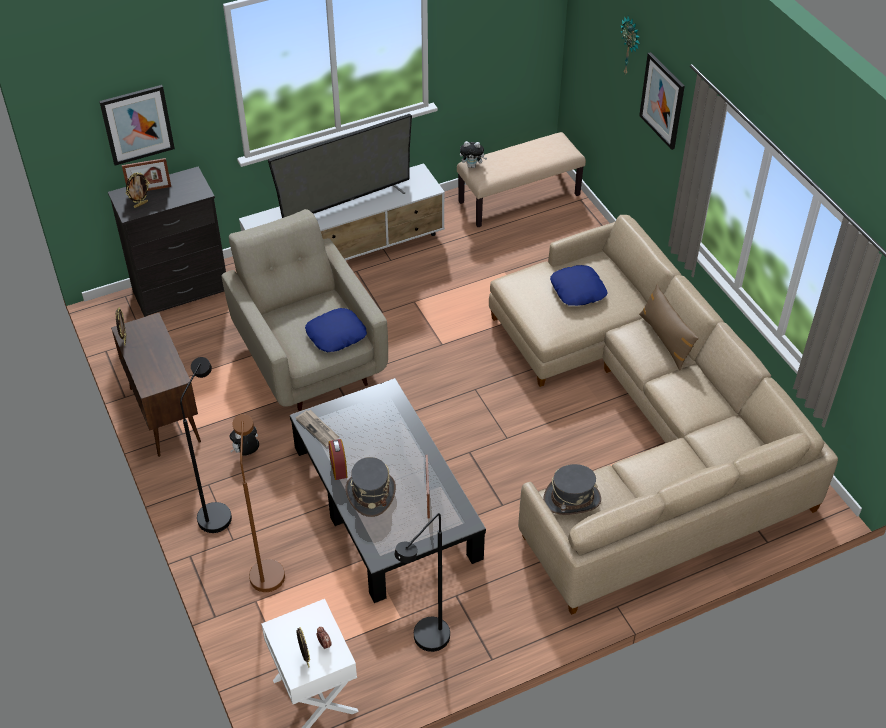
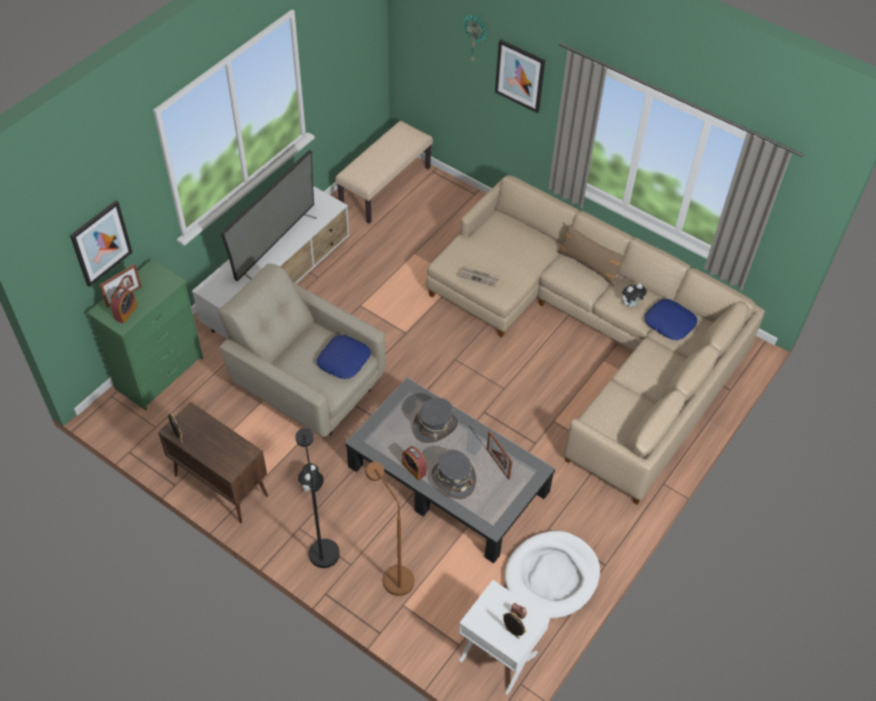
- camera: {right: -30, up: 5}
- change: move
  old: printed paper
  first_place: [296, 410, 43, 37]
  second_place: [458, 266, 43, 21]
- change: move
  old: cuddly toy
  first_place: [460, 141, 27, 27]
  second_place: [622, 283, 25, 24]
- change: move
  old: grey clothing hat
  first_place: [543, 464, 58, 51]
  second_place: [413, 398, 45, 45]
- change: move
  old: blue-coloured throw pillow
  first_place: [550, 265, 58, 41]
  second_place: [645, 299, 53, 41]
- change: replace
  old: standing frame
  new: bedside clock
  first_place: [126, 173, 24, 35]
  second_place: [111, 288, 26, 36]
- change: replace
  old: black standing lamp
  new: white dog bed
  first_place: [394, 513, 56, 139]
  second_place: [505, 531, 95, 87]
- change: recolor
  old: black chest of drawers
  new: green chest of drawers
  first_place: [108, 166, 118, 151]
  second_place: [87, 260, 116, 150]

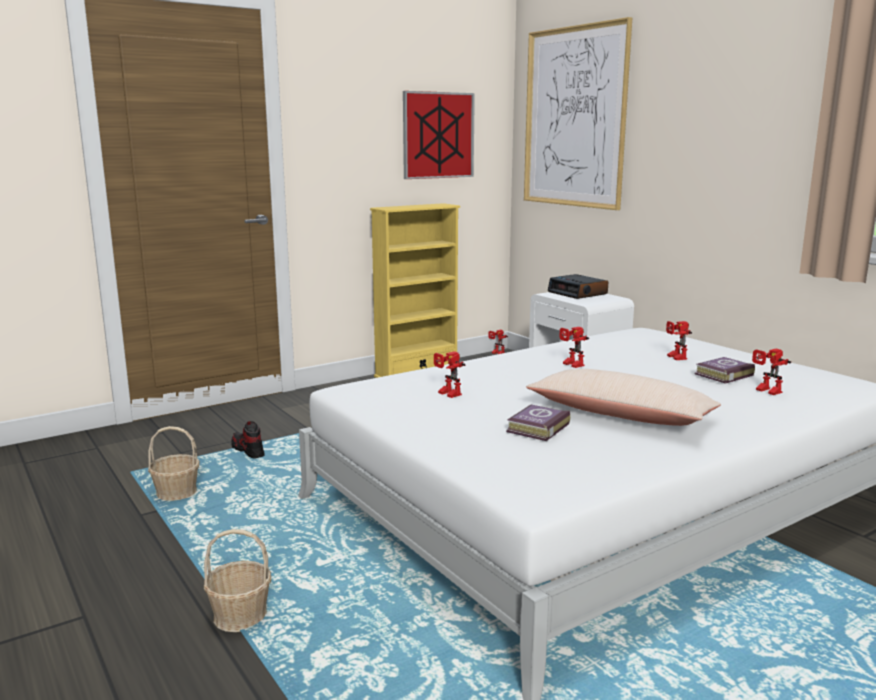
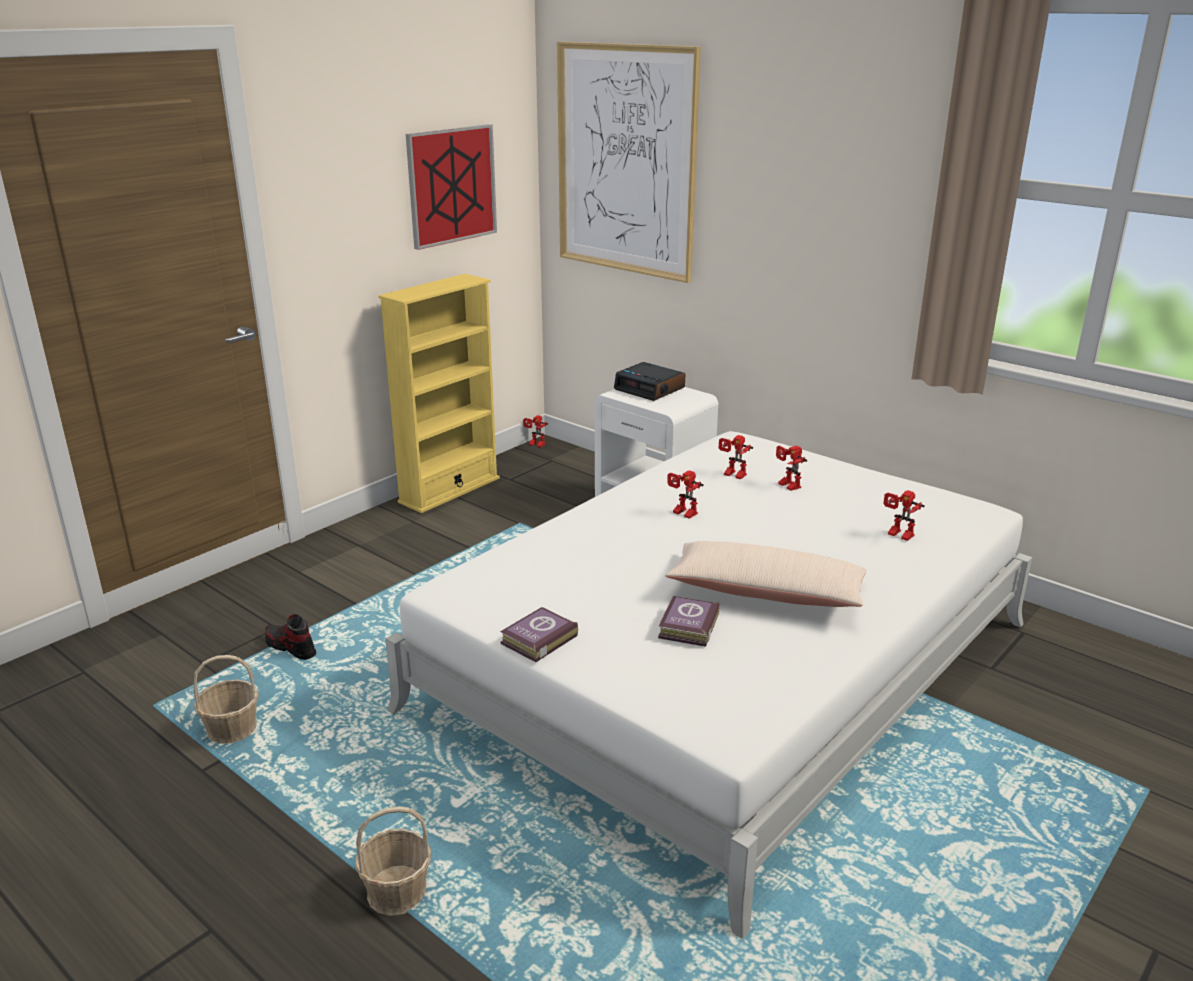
- camera: {right: -15, up: 10}
- change: move
  old: model robot
  first_place: [434, 351, 31, 47]
  second_place: [719, 435, 34, 44]
- change: move
  old: volume
  first_place: [694, 357, 61, 26]
  second_place: [500, 607, 78, 55]

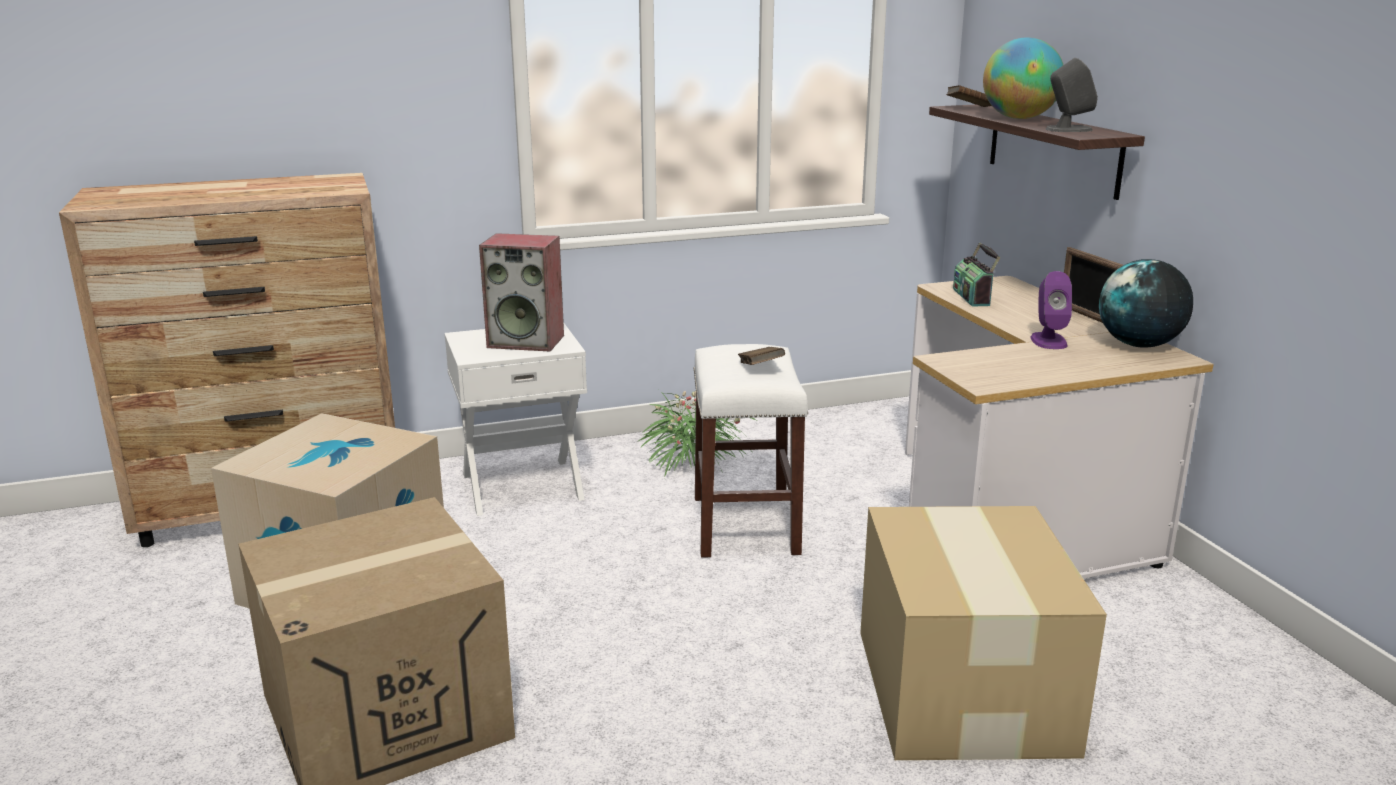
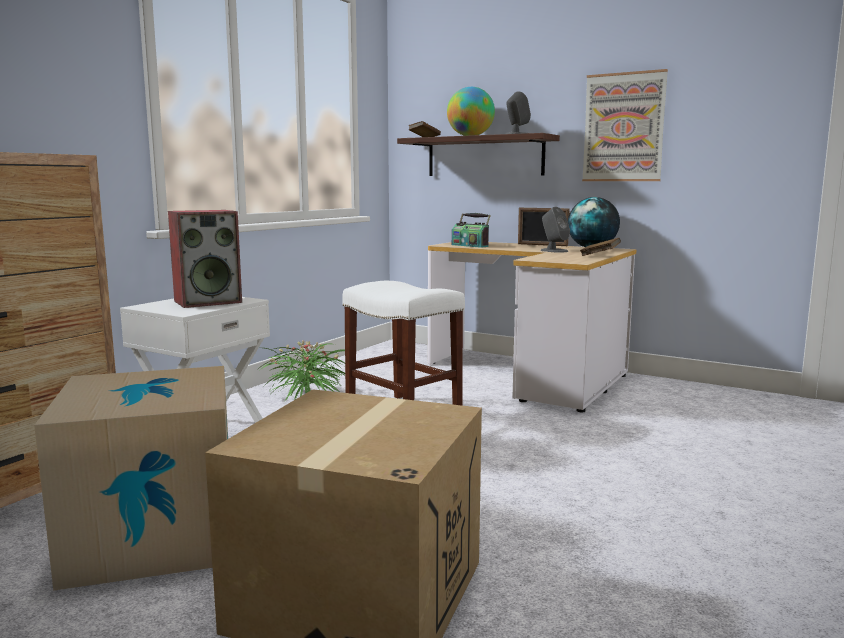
- camera: {right: -40, up: -10}
- change: delete
  old: carton
  first_place: [860, 506, 247, 254]
- change: insert
  new: wall art
  second_place: [582, 69, 86, 112]
- change: move
  old: brownish volume
  first_place: [738, 347, 47, 18]
  second_place: [580, 238, 41, 18]
- change: recolor
  old: purple-coloured loudspeaker
  new: grey loudspeaker
  first_place: [1031, 271, 41, 78]
  second_place: [540, 207, 30, 46]

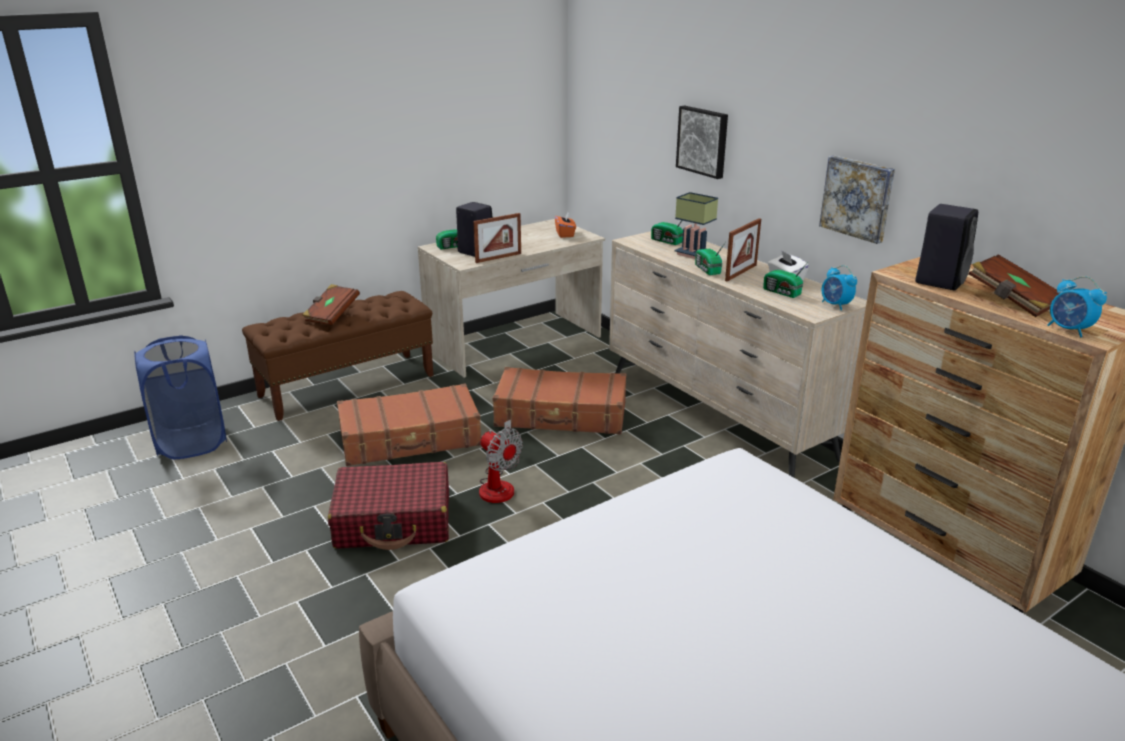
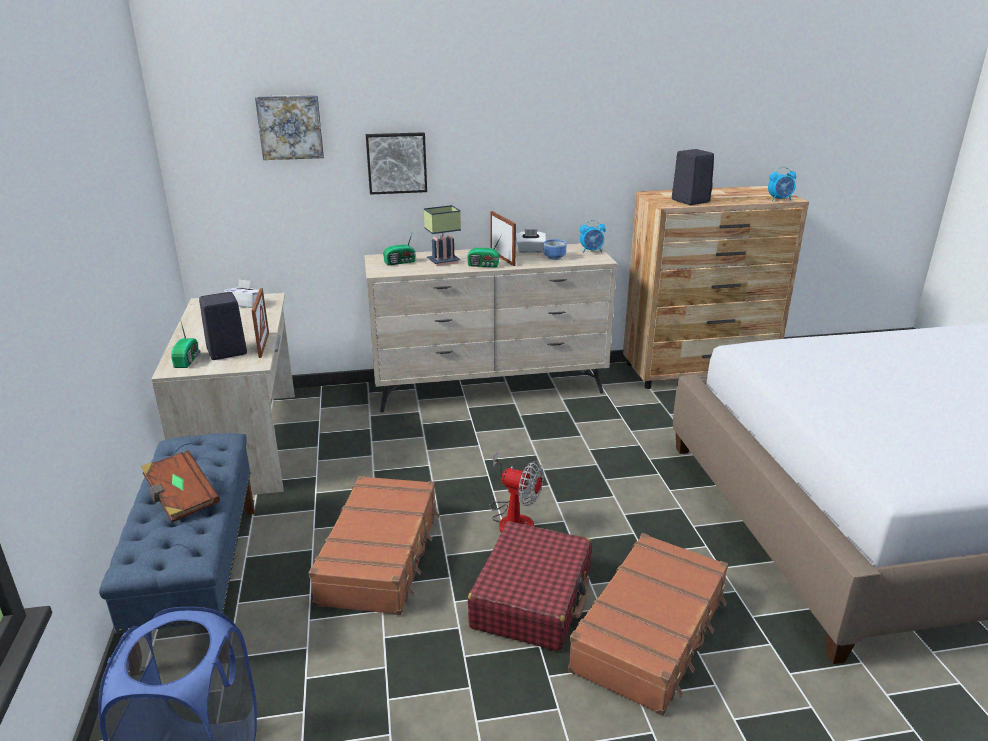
- camera: {right: -65, up: 0}
- change: delete
  old: brownish volume
  first_place: [968, 254, 93, 63]
- change: move
  old: brownish suitcase
  first_place: [493, 367, 133, 67]
  second_place: [568, 533, 160, 183]
- change: move
  old: wall art
  first_place: [819, 155, 76, 89]
  second_place: [255, 95, 69, 65]
- change: replace
  old: radio receiver
  new: deep dish
  first_place: [763, 261, 46, 37]
  second_place: [543, 239, 23, 21]
- change: recolor
  old: brownish long seat
  new: blue-coloured long seat
  first_place: [242, 291, 192, 130]
  second_place: [99, 433, 156, 205]
- change: recolor
  old: orange-coloured box of tissues
  new: white box of tissues
  first_place: [555, 212, 21, 26]
  second_place: [225, 279, 34, 29]
- change: rotate
  old: electric fan
  first_place: [479, 420, 43, 83]
  second_place: [489, 452, 55, 80]
  degrees: 45

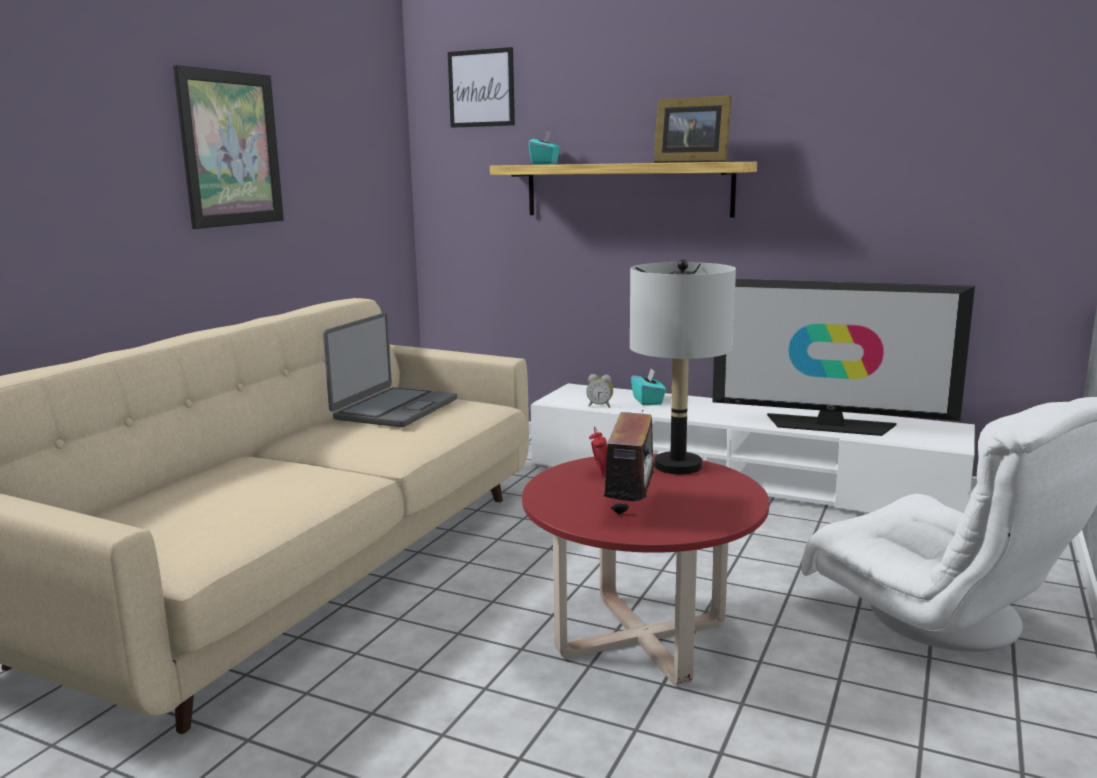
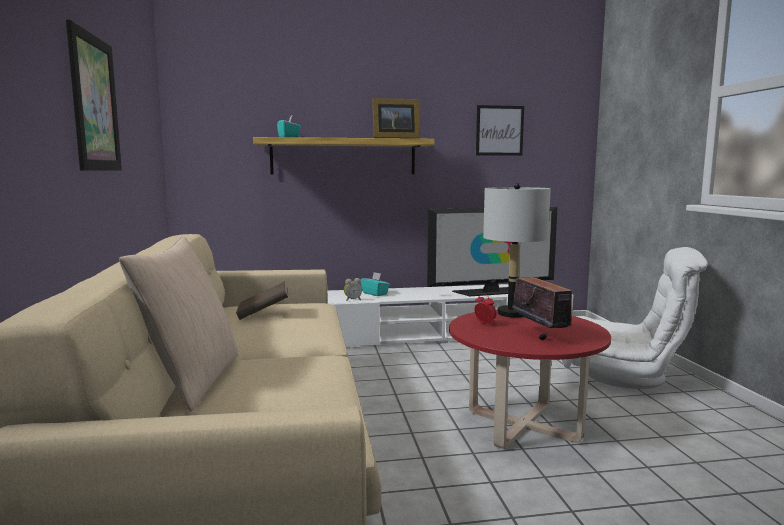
- camera: {right: -35, up: -5}
- change: insert
  new: beige-coloured throw pillow
  second_place: [119, 237, 119, 174]
- change: move
  old: wall art
  first_place: [448, 47, 67, 81]
  second_place: [476, 105, 48, 51]
- change: replace
  old: notebook computer
  new: brownish volume
  first_place: [323, 313, 134, 114]
  second_place: [236, 282, 52, 38]

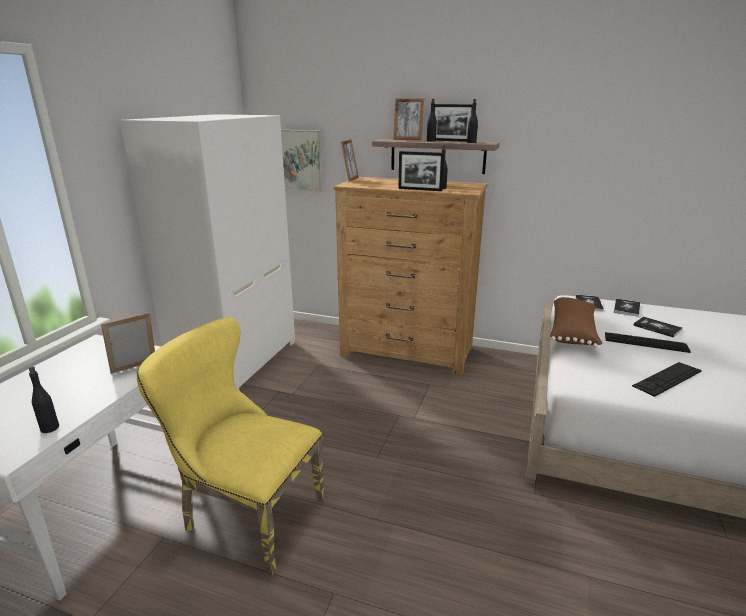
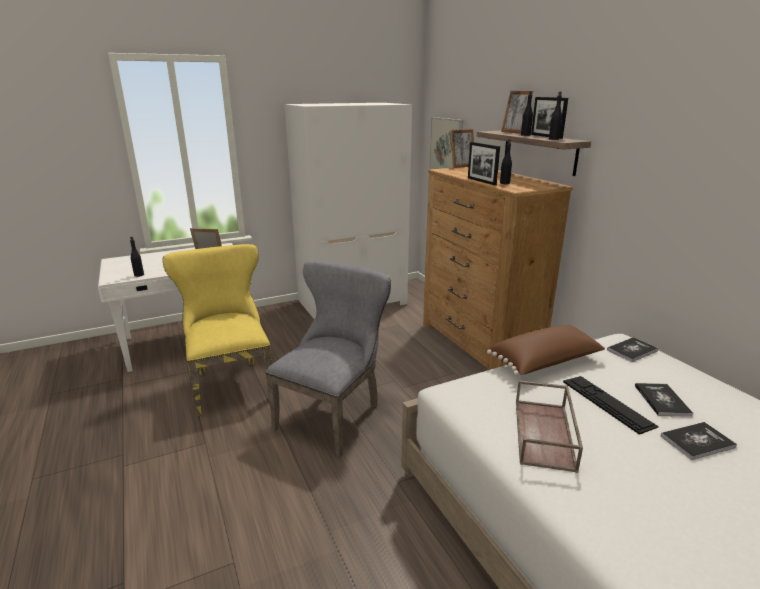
- camera: {right: 45, up: 0}
- change: insert
  new: grey upright chair
  second_place: [266, 261, 125, 196]
- change: move
  old: volume
  first_place: [614, 298, 26, 19]
  second_place: [661, 422, 76, 38]
- change: replace
  old: keyboard
  new: brownish carrying tray
  first_place: [632, 362, 70, 35]
  second_place: [516, 380, 67, 93]

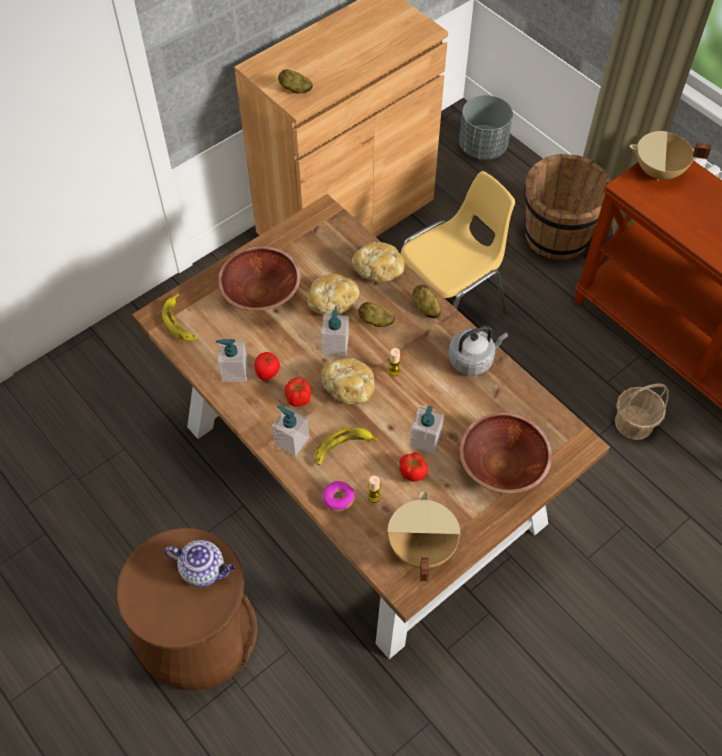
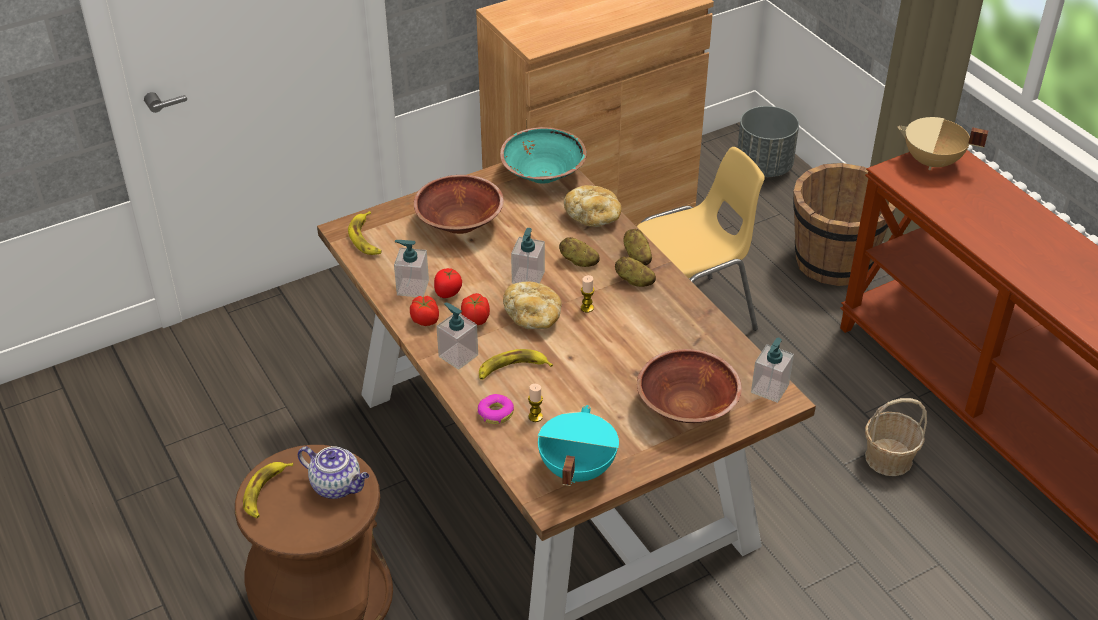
- camera: {right: 10, up: -15}
- change: delete
  old: bread
  first_place: [307, 274, 53, 41]
- change: delete
  old: grey tea kettle
  first_place: [449, 326, 59, 49]
- change: insert
  new: whole banana
  second_place: [243, 462, 50, 56]
- change: insert
  new: turquoise-coloured deep dish
  second_place: [500, 127, 87, 57]
- change: move
  old: spud
  first_place: [278, 69, 35, 25]
  second_place: [615, 256, 41, 31]
- change: move
  old: tomato
  first_place: [399, 452, 29, 30]
  second_place: [410, 296, 29, 30]
- change: move
  old: soap bottle
  first_place: [410, 406, 34, 48]
  second_place: [751, 338, 43, 65]
- change: recolor
  old: beige-coloured stockpot
  new: turquoise-coloured stockpot
  first_place: [387, 491, 73, 91]
  second_place: [538, 405, 81, 81]

